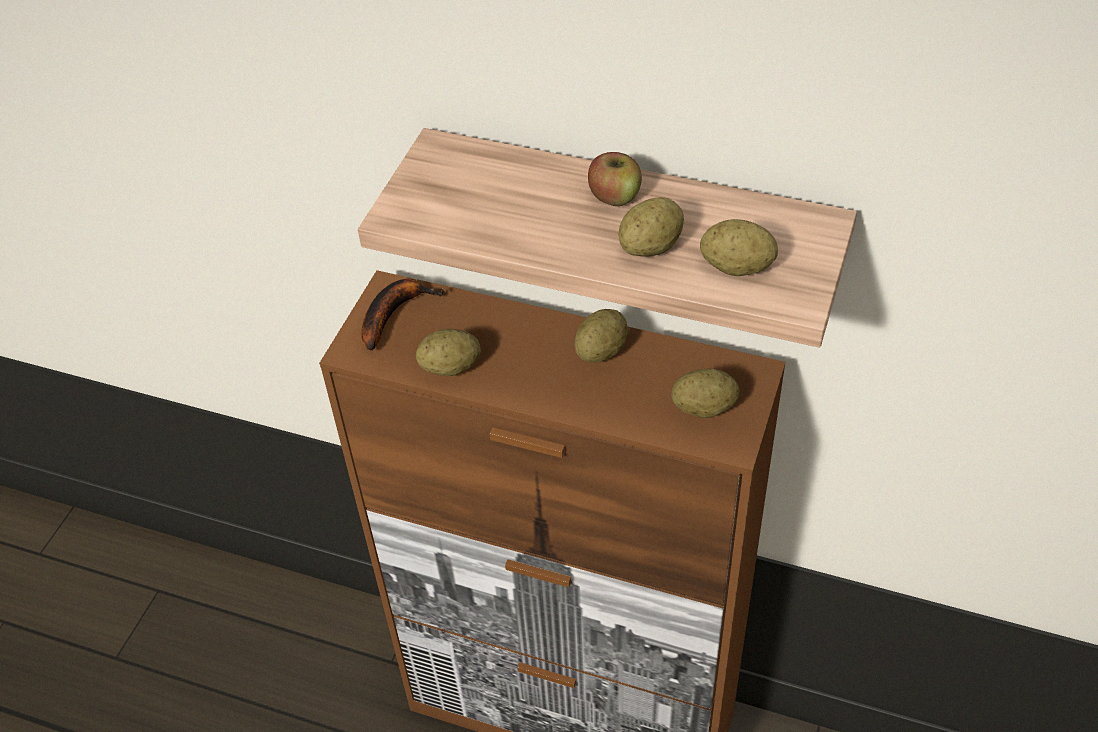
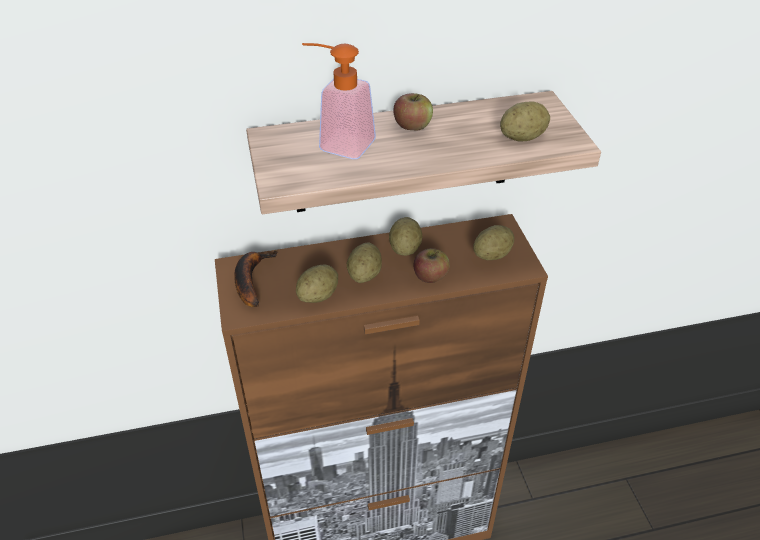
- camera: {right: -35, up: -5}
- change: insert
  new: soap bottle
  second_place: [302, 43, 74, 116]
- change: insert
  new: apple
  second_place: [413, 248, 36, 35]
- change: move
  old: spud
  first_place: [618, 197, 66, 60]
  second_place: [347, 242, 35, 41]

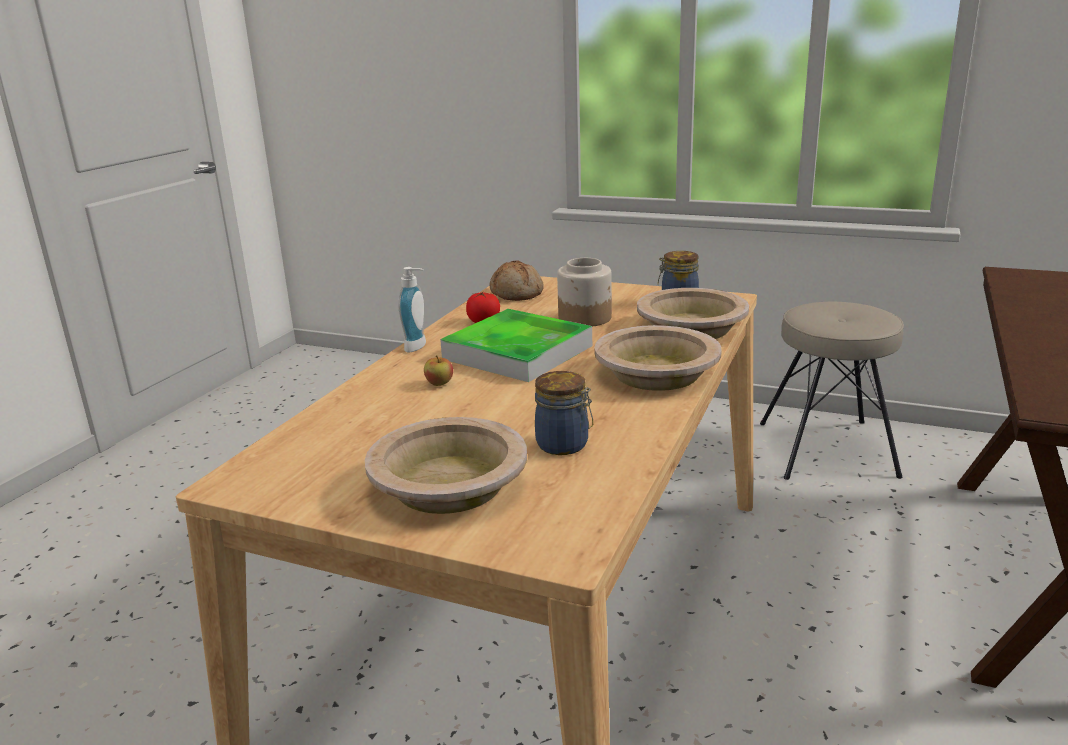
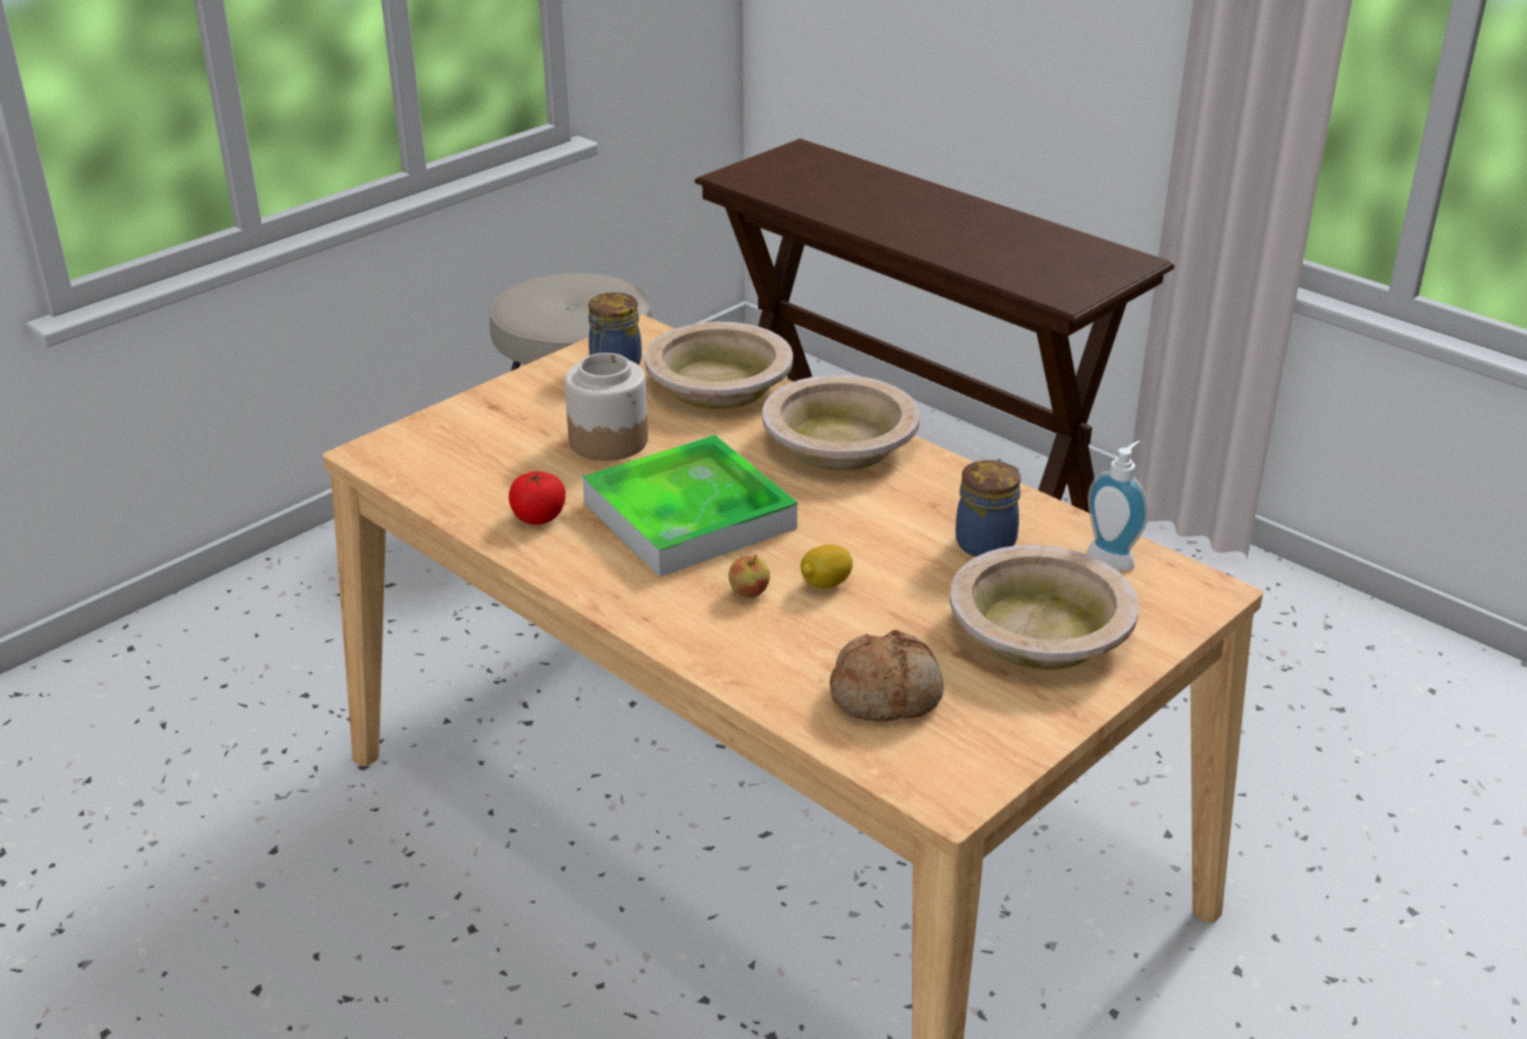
- camera: {right: -70, up: 10}
- change: insert
  new: lemon
  second_place: [801, 544, 52, 45]
- change: move
  old: soap bottle
  first_place: [398, 267, 28, 85]
  second_place: [1087, 441, 61, 130]
- change: move
  old: bread
  first_place: [489, 260, 55, 41]
  second_place: [829, 630, 115, 92]

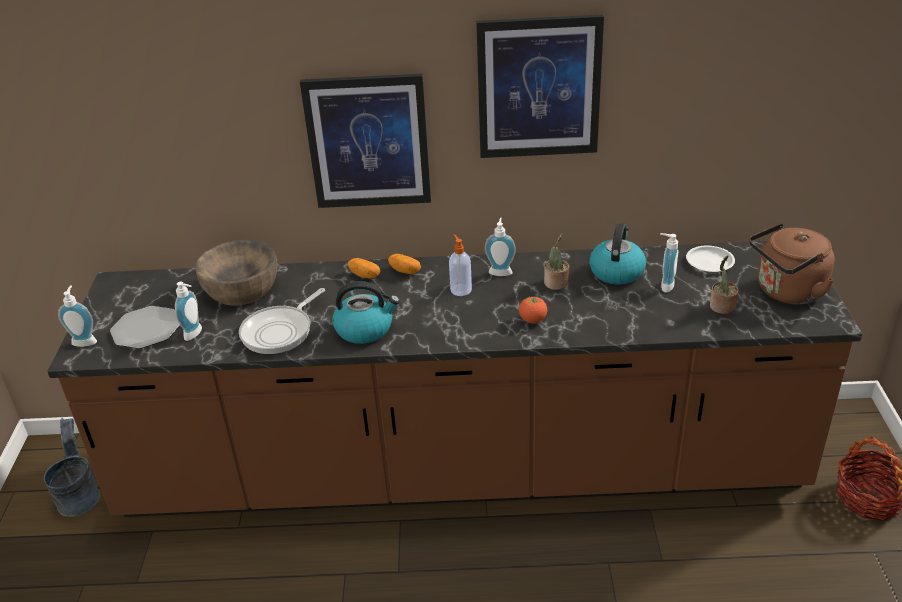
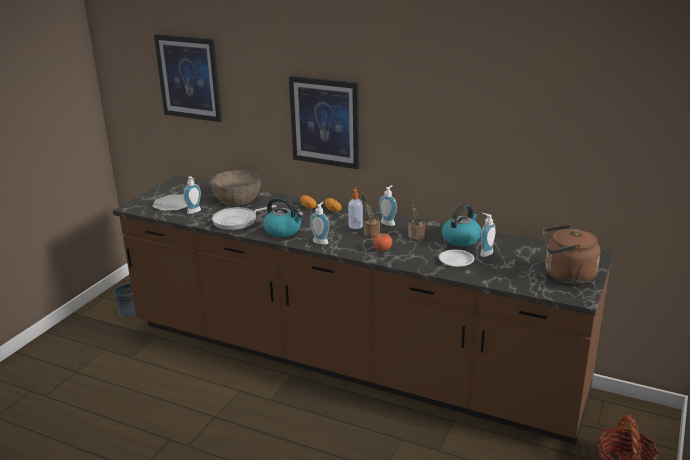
- camera: {right: 25, up: -10}
- change: move
  old: soap bottle
  first_place: [58, 285, 39, 62]
  second_place: [310, 202, 20, 42]
- change: move
  old: wall art
  first_place: [476, 14, 128, 144]
  second_place: [154, 34, 68, 88]
- change: move
  old: white dinner plate
  first_place: [686, 246, 49, 26]
  second_place: [439, 250, 36, 17]
- change: move
  old: plant in a pot
  first_place: [710, 255, 29, 59]
  second_place: [362, 194, 18, 43]

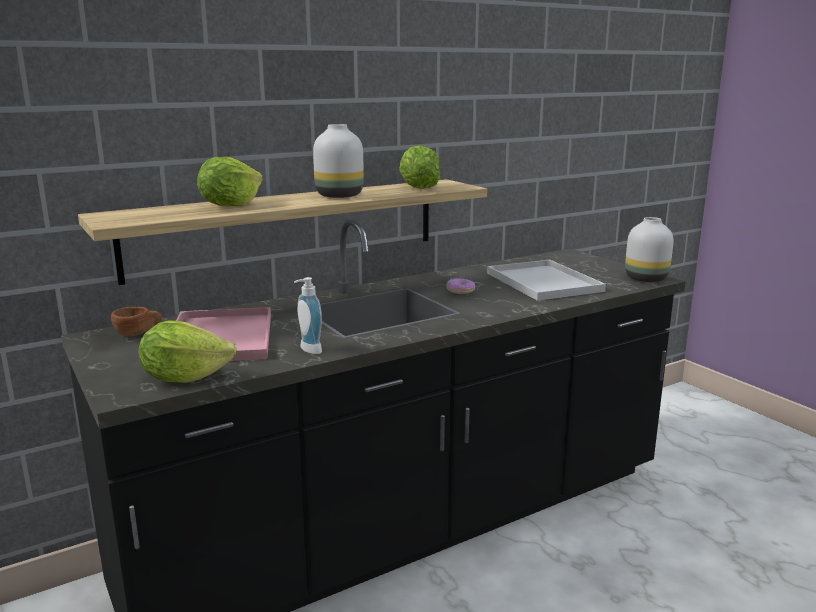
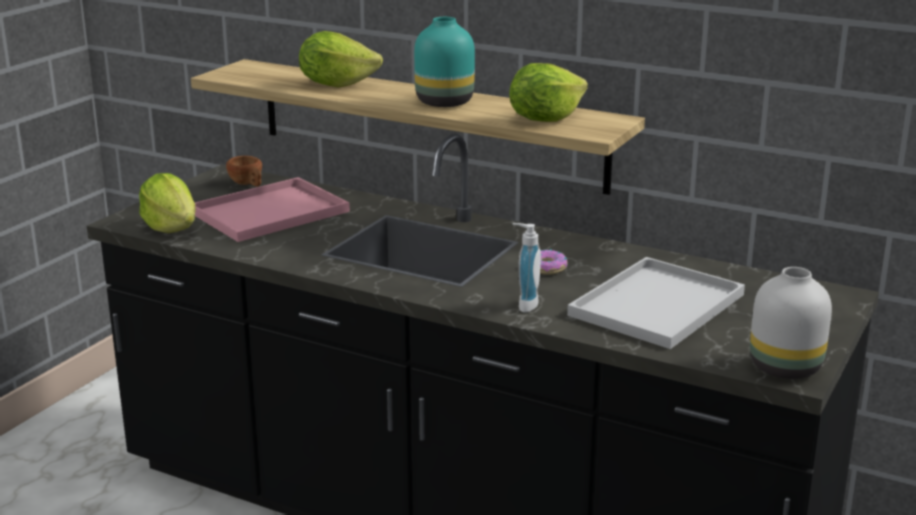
- camera: {right: 60, up: 5}
- change: move
  old: soap bottle
  first_place: [294, 277, 28, 77]
  second_place: [513, 223, 28, 89]
- change: recolor
  old: white decorative vase
  new: turquoise-coloured decorative vase
  first_place: [313, 124, 51, 74]
  second_place: [414, 17, 61, 90]

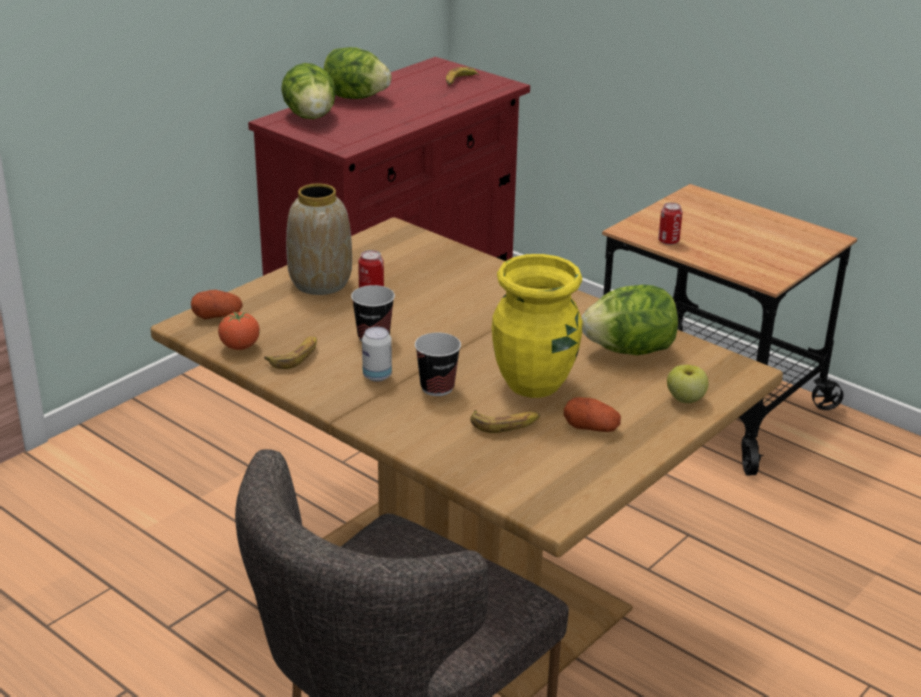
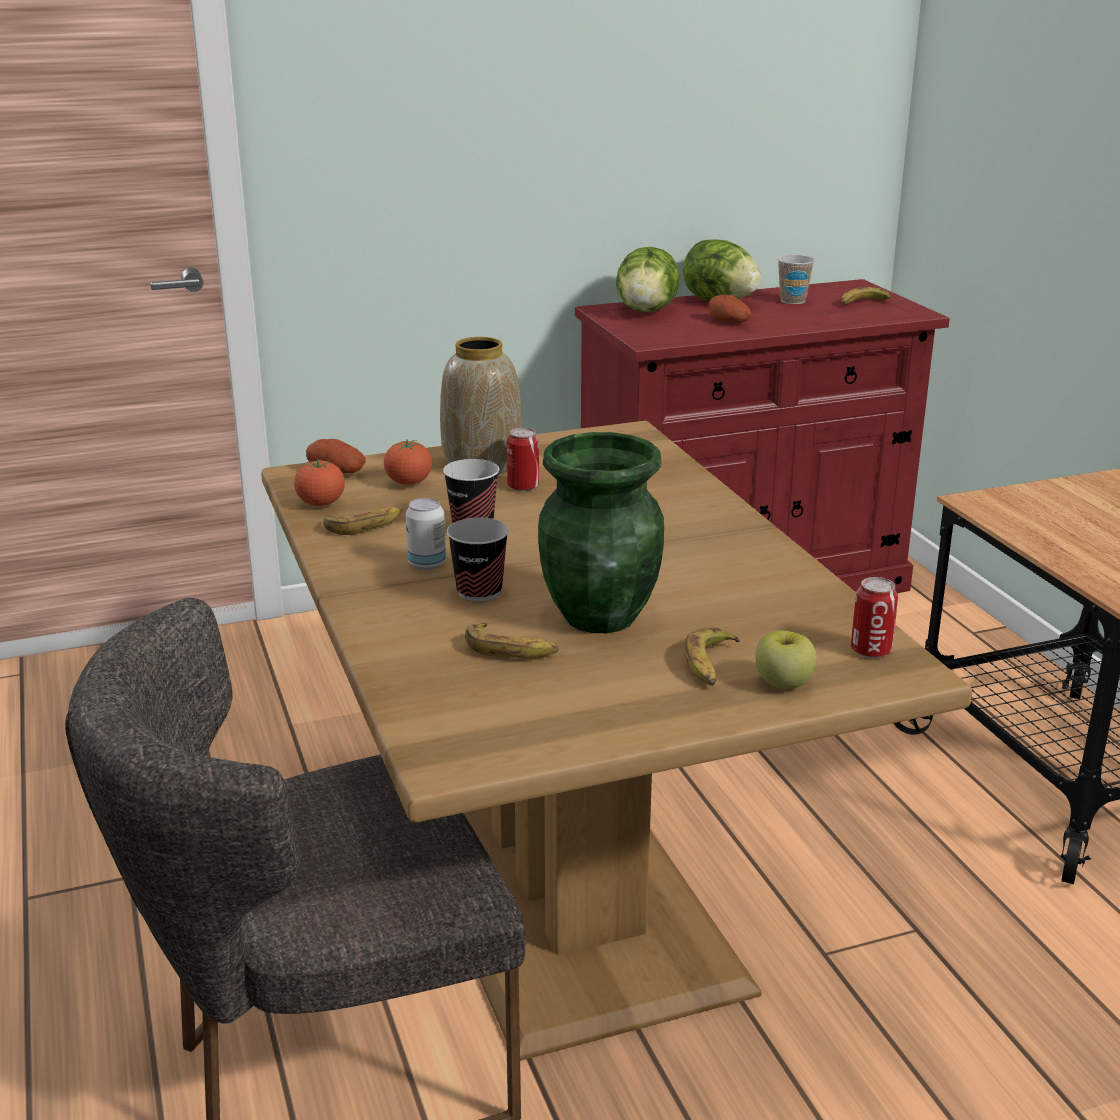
- camera: {right: 30, up: -5}
- change: delete
  old: lettuce head
  first_place: [581, 285, 97, 70]
- change: insert
  new: tomato
  second_place: [384, 439, 48, 46]
- change: insert
  new: whole banana
  second_place: [684, 627, 56, 59]
- change: insert
  new: small cup
  second_place: [777, 255, 38, 49]
- change: move
  old: spud
  first_place: [564, 397, 57, 35]
  second_place: [709, 295, 43, 28]
- change: move
  old: metal can
  first_place: [658, 202, 25, 43]
  second_place: [851, 577, 47, 81]
- change: recolor
  old: yellowish decorative vase
  new: green decorative vase
  first_place: [492, 254, 90, 144]
  second_place: [538, 432, 126, 201]

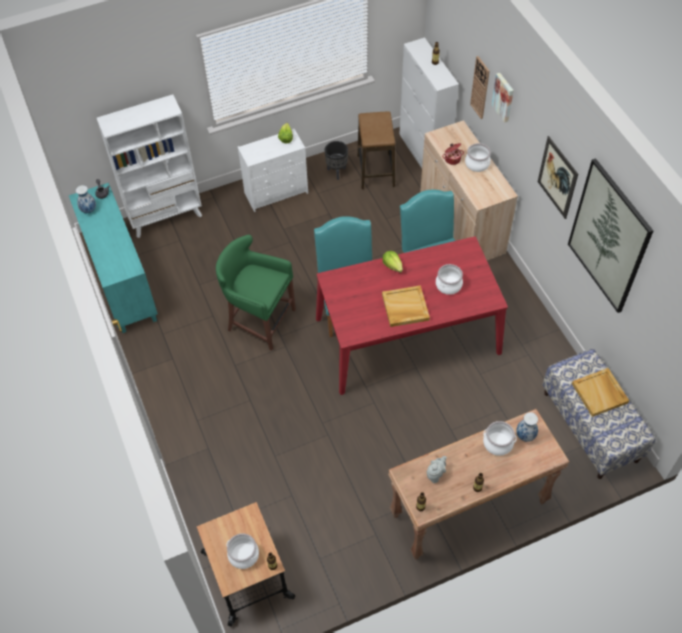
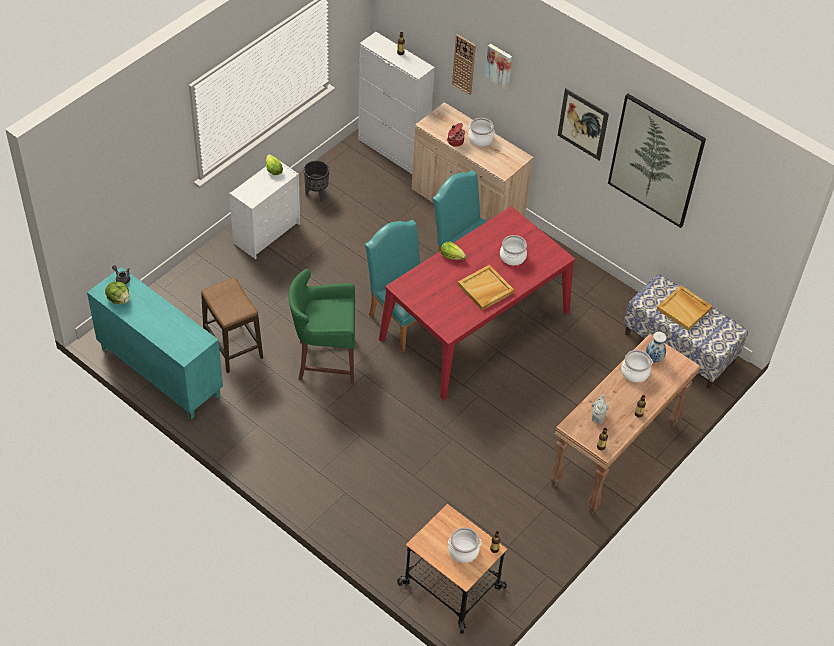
- camera: {right: -30, up: -5}
- change: delete
  old: white bookshelf
  first_place: [96, 94, 106, 144]
- change: move
  old: stool
  first_place: [357, 111, 38, 78]
  second_place: [201, 277, 62, 96]
- change: replace
  old: decorative vase
  new: lettuce head
  first_place: [76, 185, 20, 28]
  second_place: [105, 281, 24, 23]

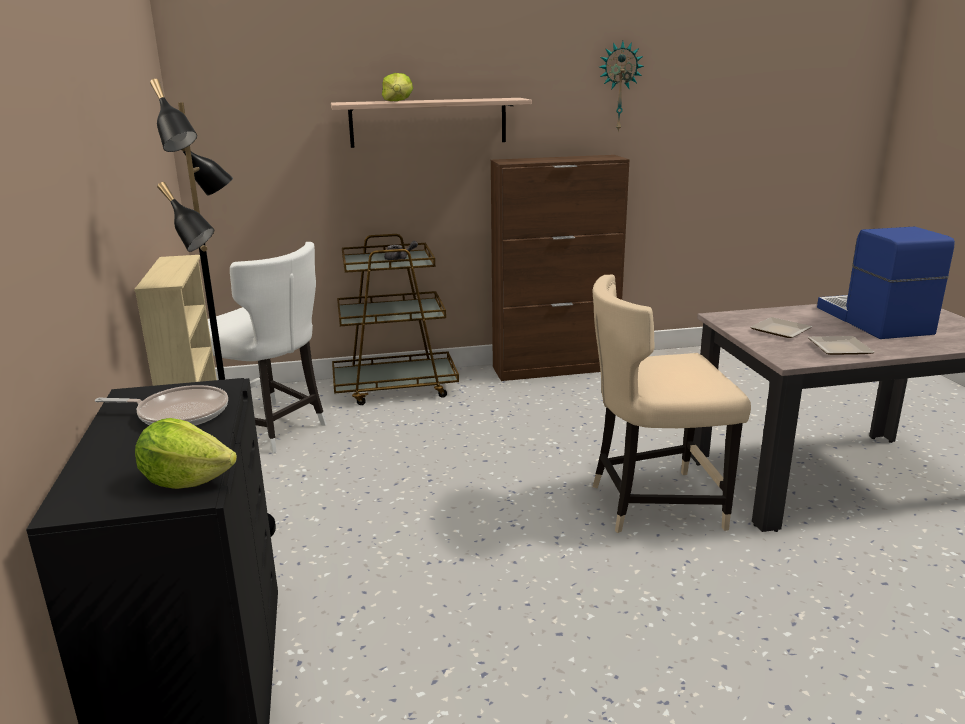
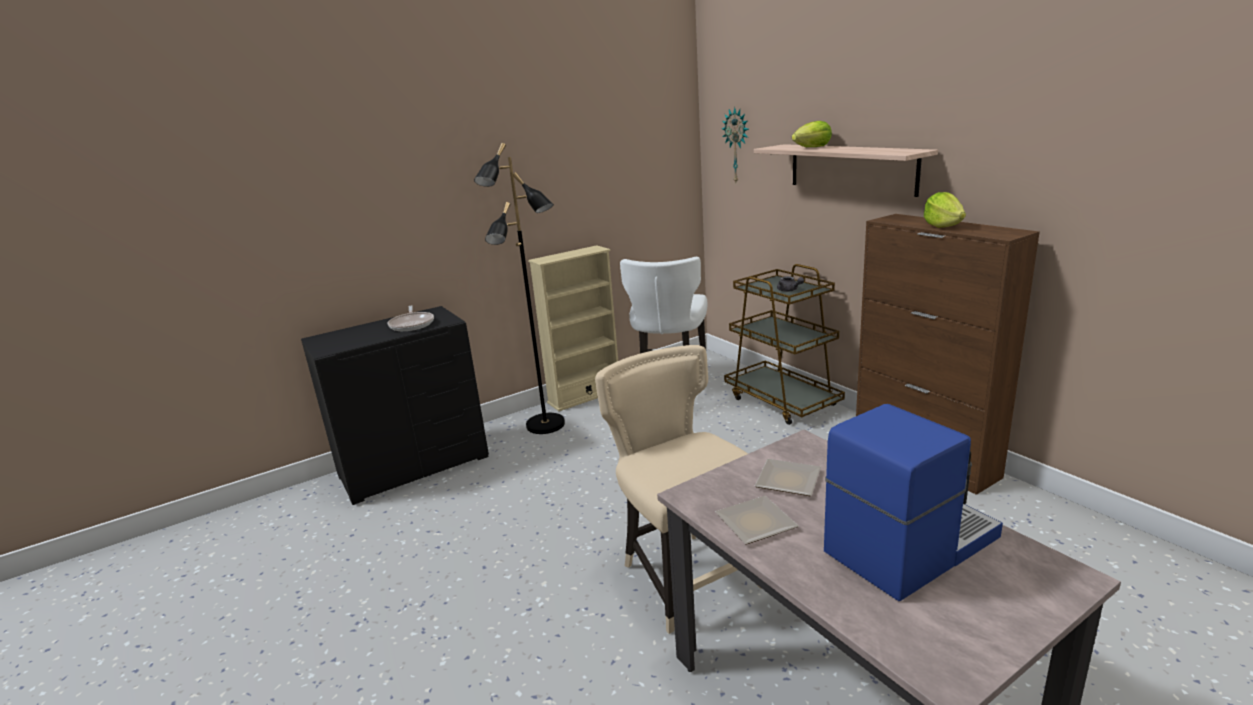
- camera: {right: 70, up: 0}
- change: move
  old: lettuce head
  first_place: [135, 418, 102, 71]
  second_place: [924, 192, 42, 36]
- change: move
  old: hanging clock
  first_place: [600, 41, 44, 91]
  second_place: [722, 107, 27, 76]

